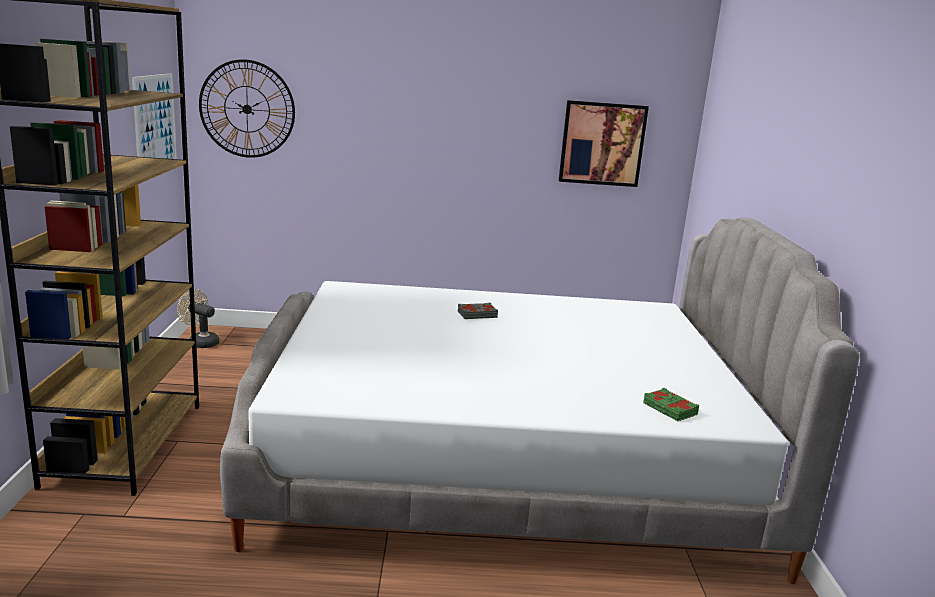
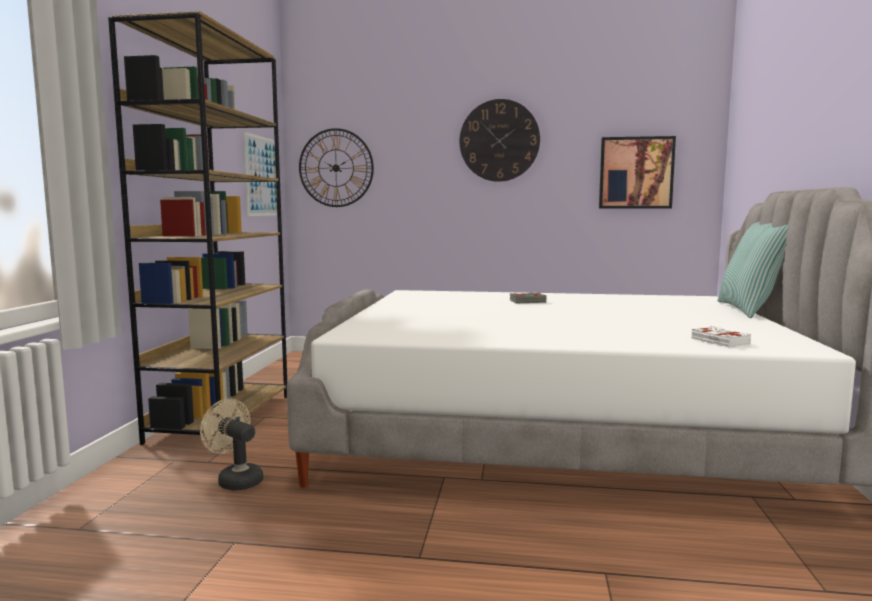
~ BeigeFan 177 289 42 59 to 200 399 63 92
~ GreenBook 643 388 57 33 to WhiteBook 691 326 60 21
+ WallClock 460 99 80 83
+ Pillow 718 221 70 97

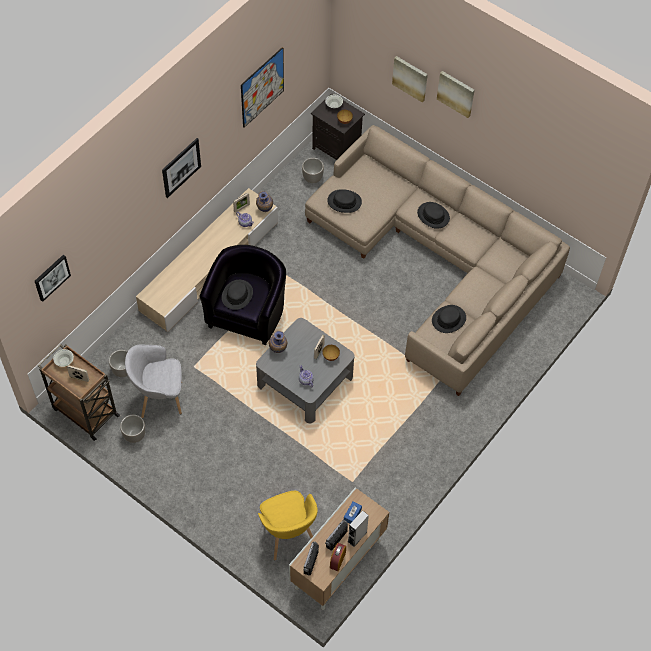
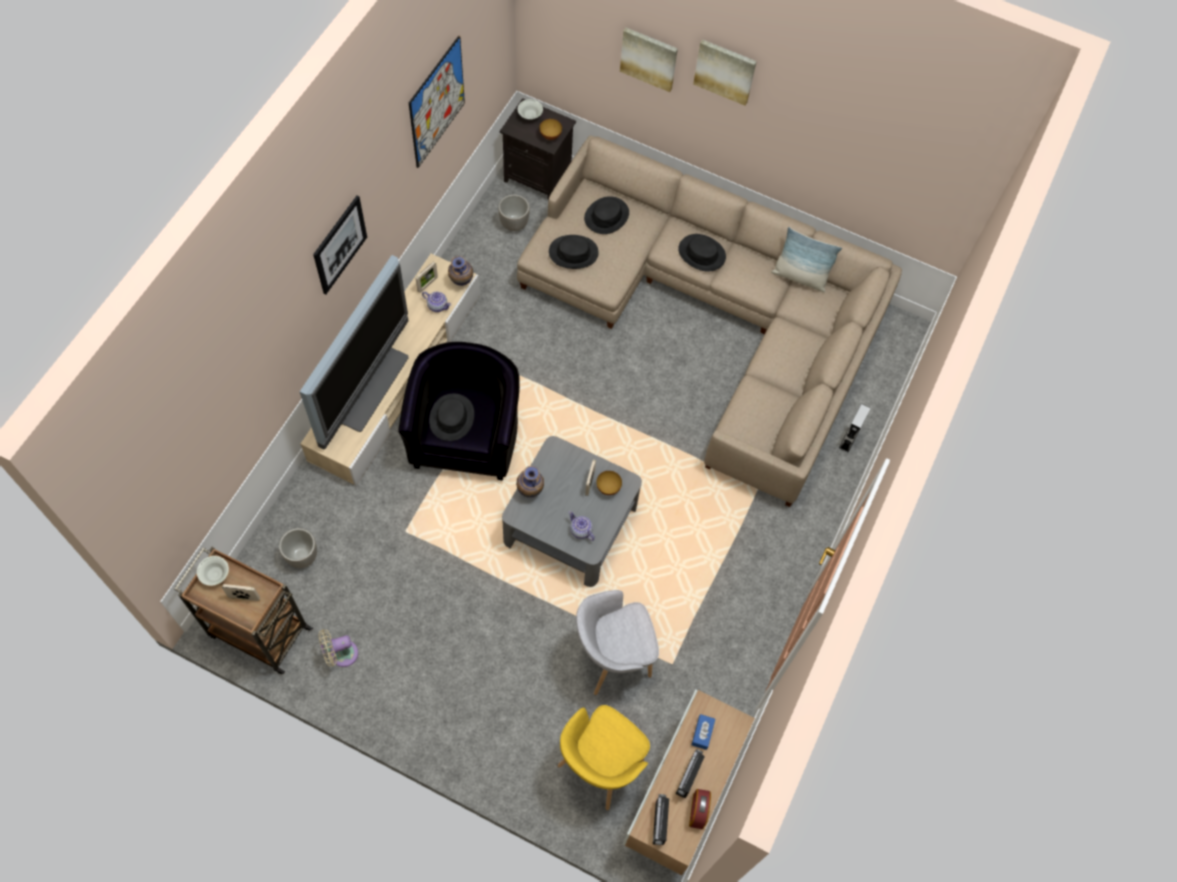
- Picture 35 255 36 47
~ Planter 120 415 25 28 to BeigeFan 318 629 40 38
~ GreyArmchair 125 345 57 73 to 576 590 83 105
~ YellowArmchair 258 491 60 69 = 558 705 92 105 75 degrees clockwise
~ GreySpeaker 348 510 21 37 to 839 404 32 48
~ BlackHat 432 305 34 28 to 584 196 45 38
+ Television 300 255 109 194
+ Pillow 771 227 71 65

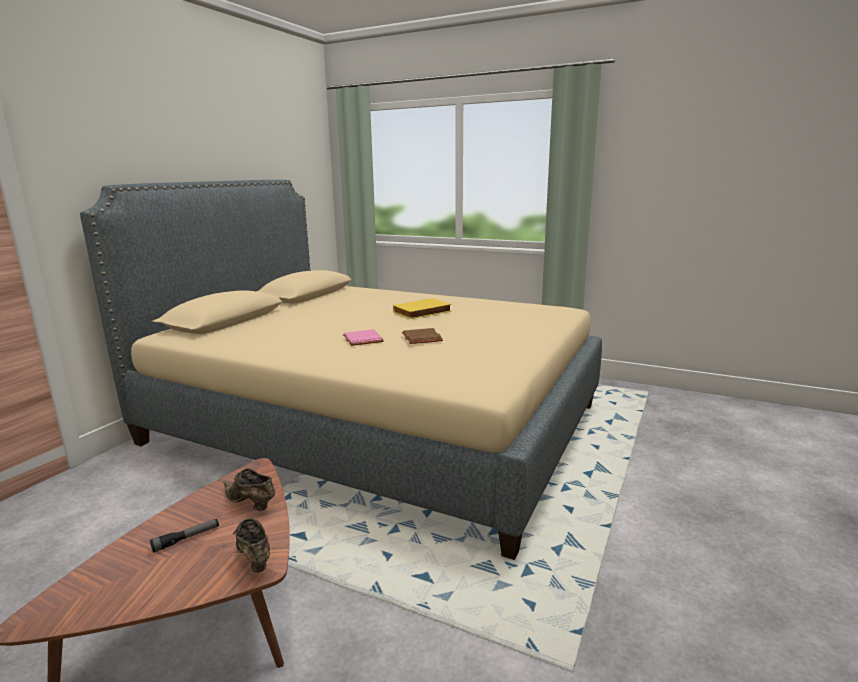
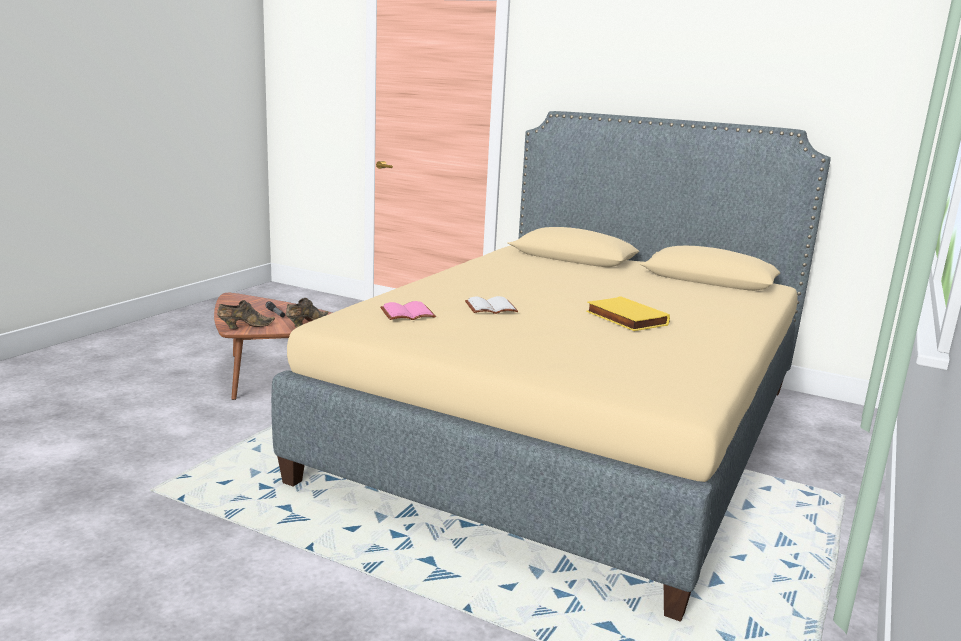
~ PinkBook 343 329 41 17 to 380 301 56 19
~ BrownBook 402 328 41 16 to WhiteBook 465 296 53 18

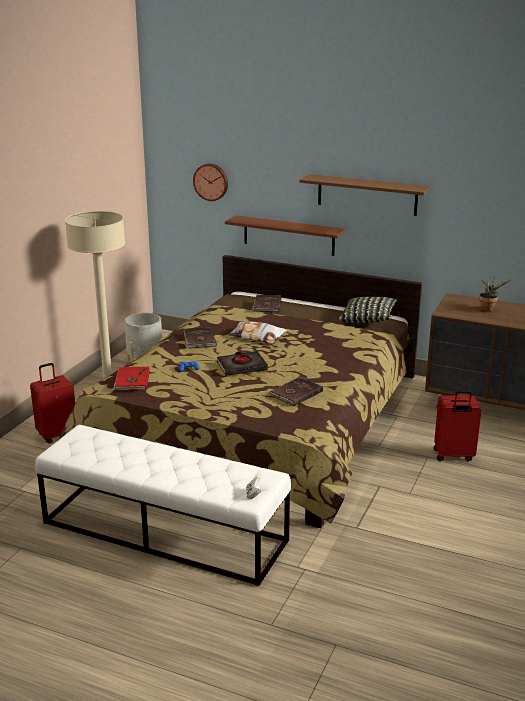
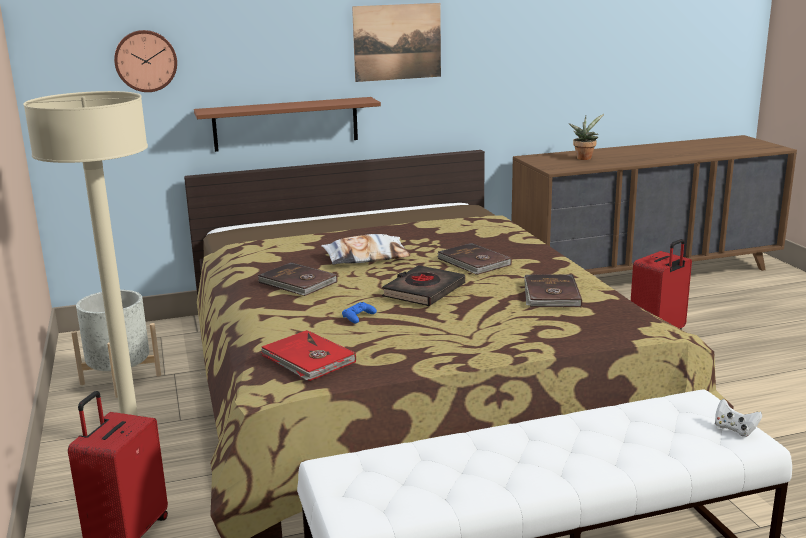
~ BrownBook 252 295 29 17 to 437 243 75 32
~ BrownShelf 300 174 130 42 to Picture 352 3 89 79
- Pillow 339 297 58 26

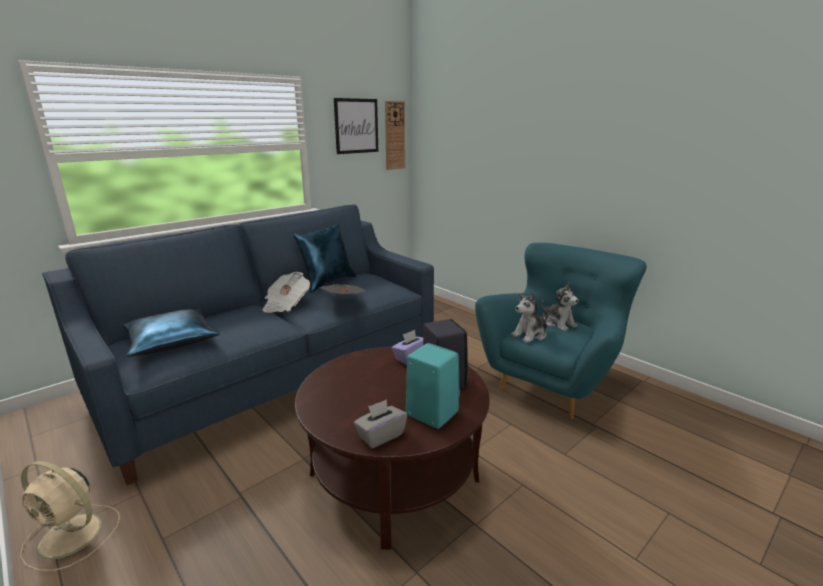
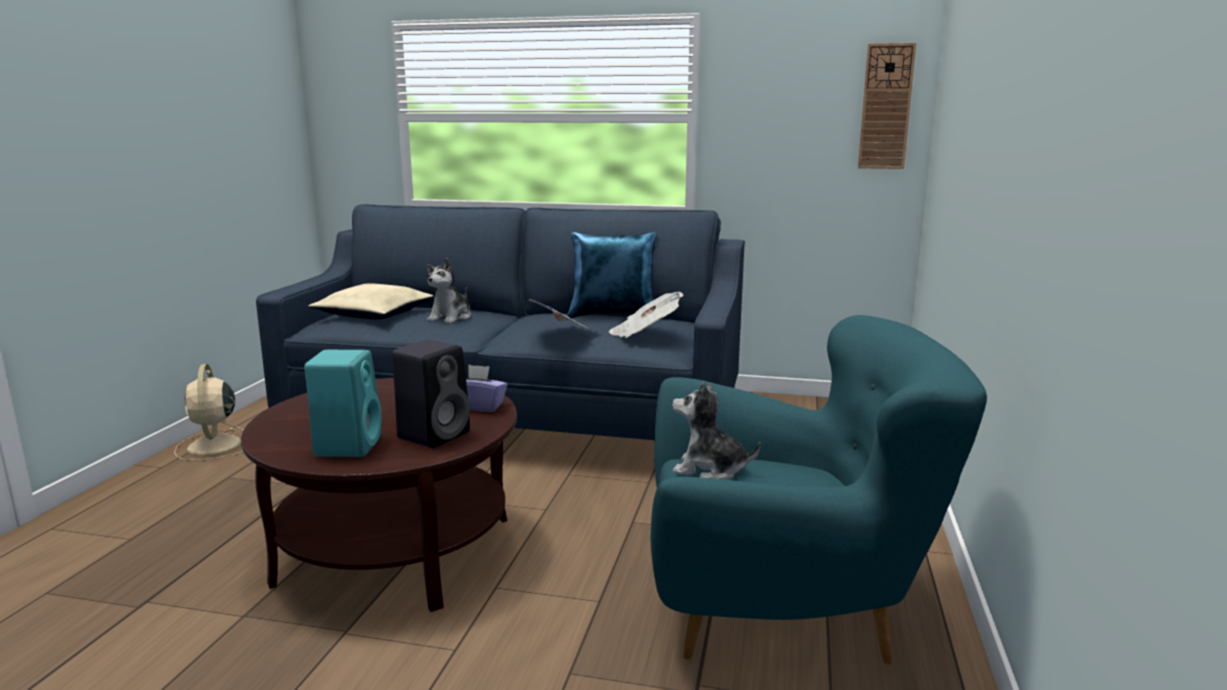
~ BluePillow 123 309 97 48 to BeigePillow 308 283 125 37
~ Newspaper 262 272 48 41 to 609 292 75 46
- Picture 334 98 44 56
- GreyTissueBox 354 400 53 48
~ PlushToy 542 283 37 48 to 427 258 44 66

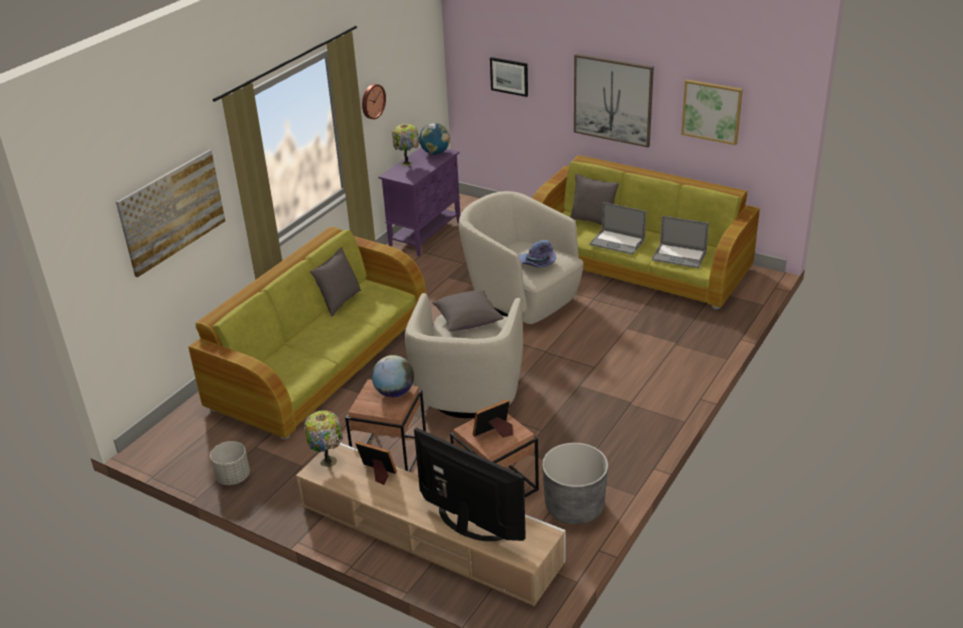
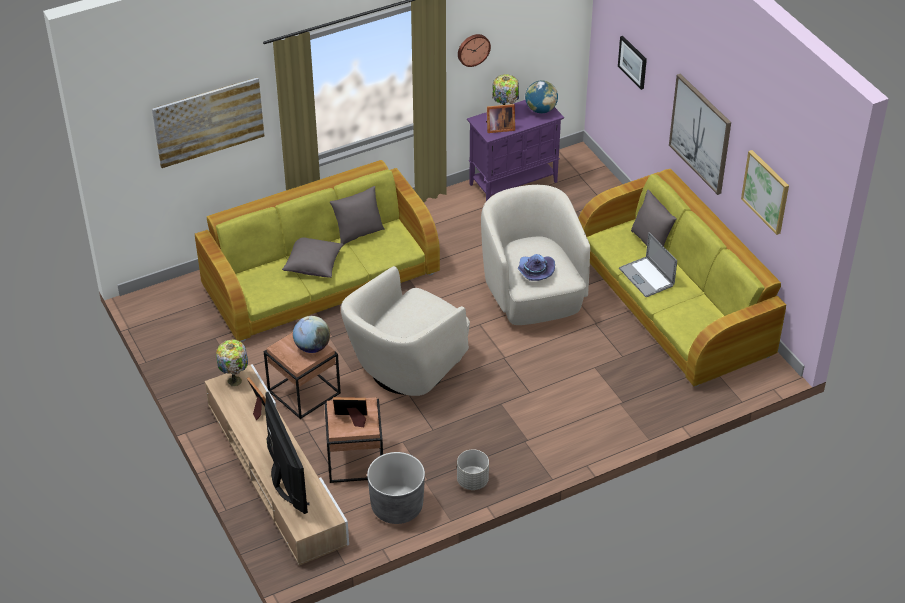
~ GreyPlanter 210 441 40 44 to 457 449 32 41
~ GreyPillow 432 290 72 41 to 282 237 62 41
- Laptop 652 216 57 52
+ PictureFrame 486 104 29 29

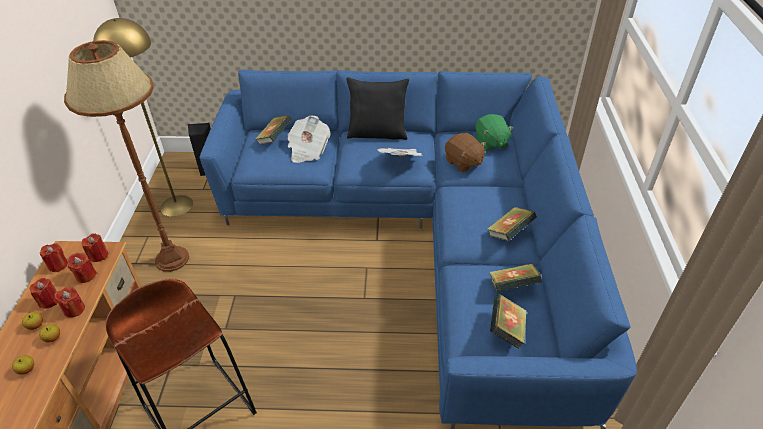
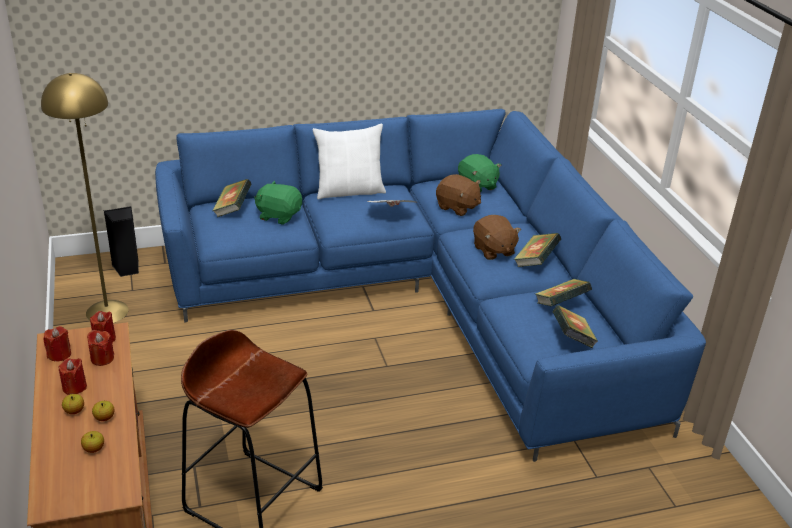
- RedCandle 54 287 31 31
- BrownFloorLamp 64 40 125 232
~ Newspaper 287 115 43 48 to GreenPlushToy 254 180 48 45
~ BlackPillow 346 77 63 63 to WhitePillow 313 124 73 76
+ BrownPlushToy 473 215 48 45

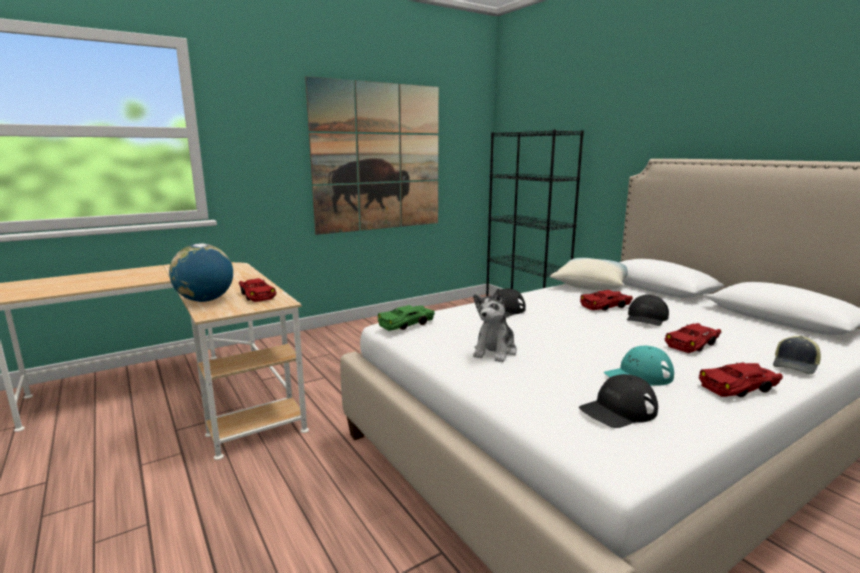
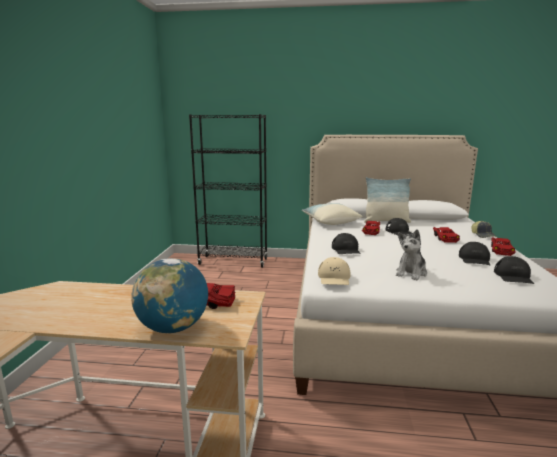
- Picture 305 76 134 159
~ GreenToyCar 378 305 57 26 to BeigeCap 318 257 33 28
~ PlushToy 473 288 44 74 = 396 229 31 51 60 degrees clockwise
~ TurquoiseCap 604 346 70 40 to BlackCap 459 242 31 23
+ Pillow 364 177 47 46

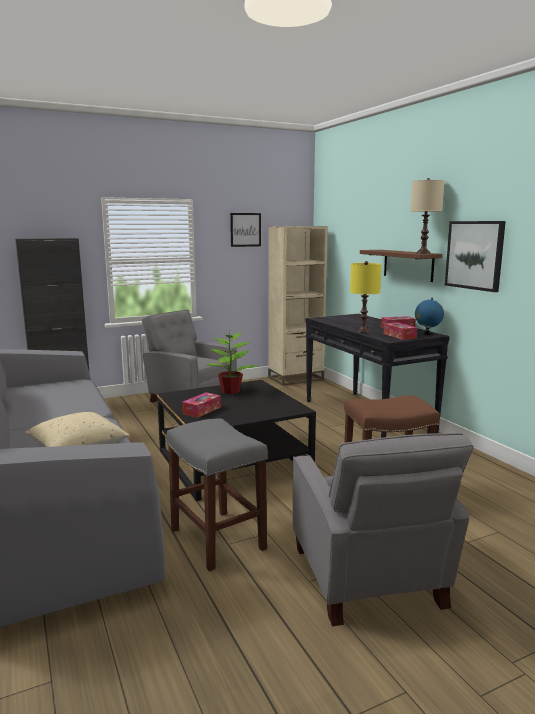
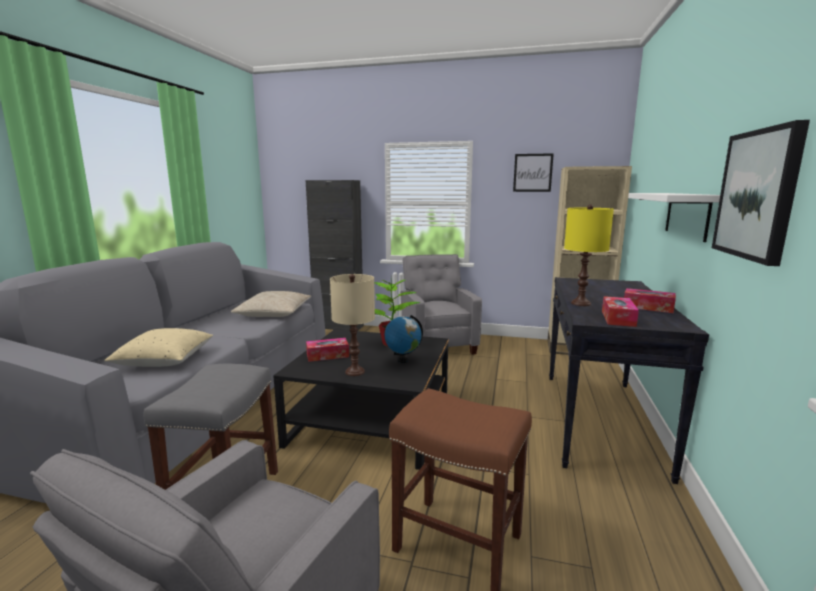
~ BrownShelf 360 250 83 32 to WhiteShelf 628 193 92 49
~ BeigeTableLamp 410 178 34 76 to 330 274 45 102
~ Globe 415 298 29 37 to 384 315 39 48
+ BeigePillow 231 291 80 26

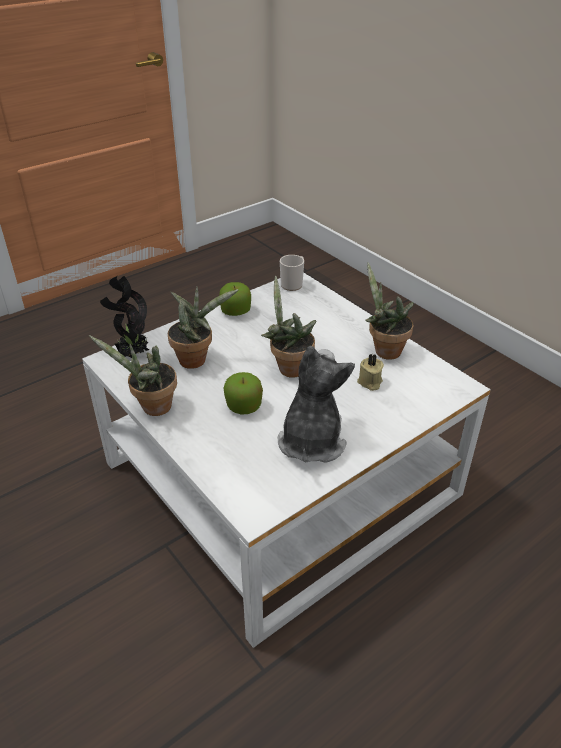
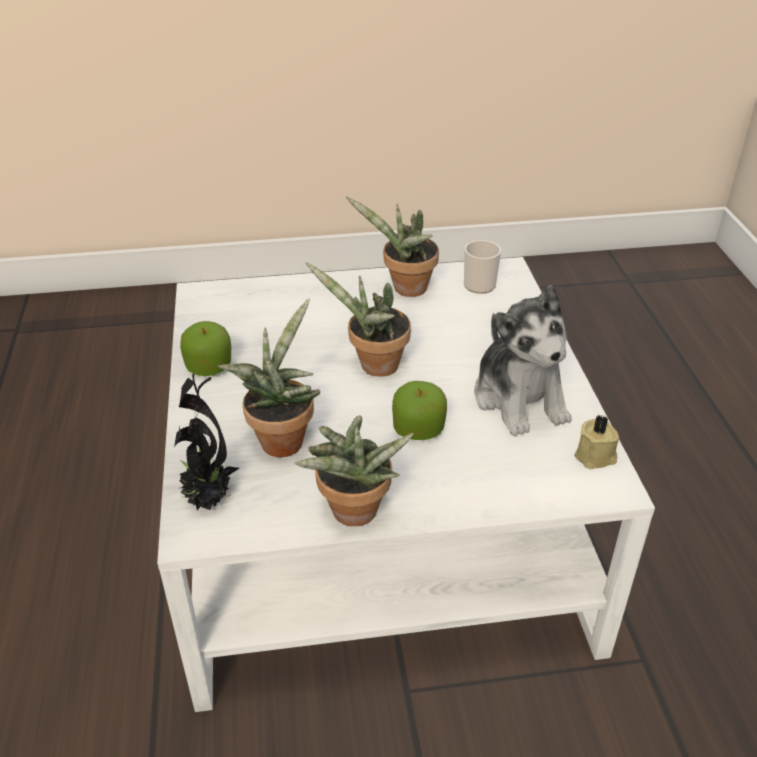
~ PlushToy 278 345 77 118 = 474 285 98 151 150 degrees counterclockwise
~ Mug 280 255 24 36 to 464 240 37 54
~ BeigeCandle 357 354 27 37 to 574 415 45 54

